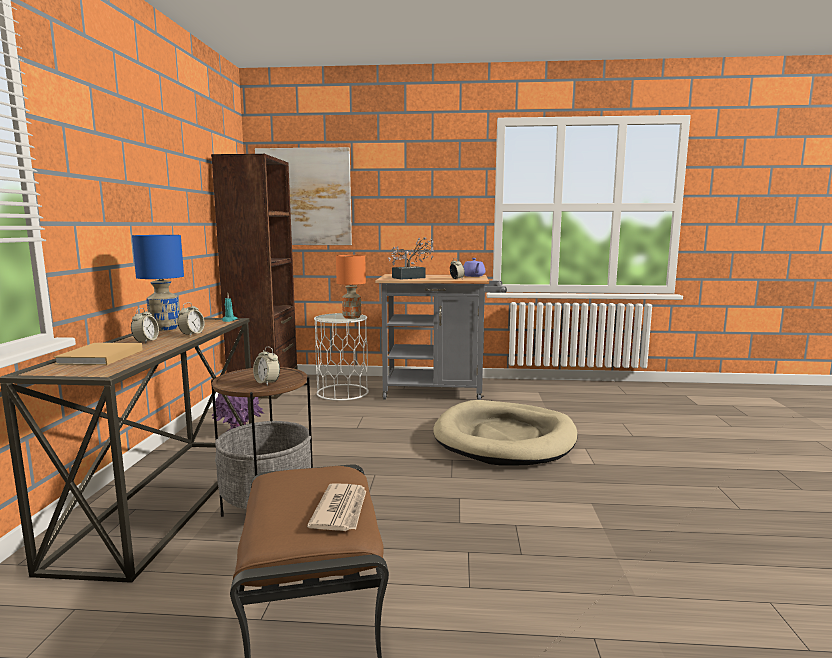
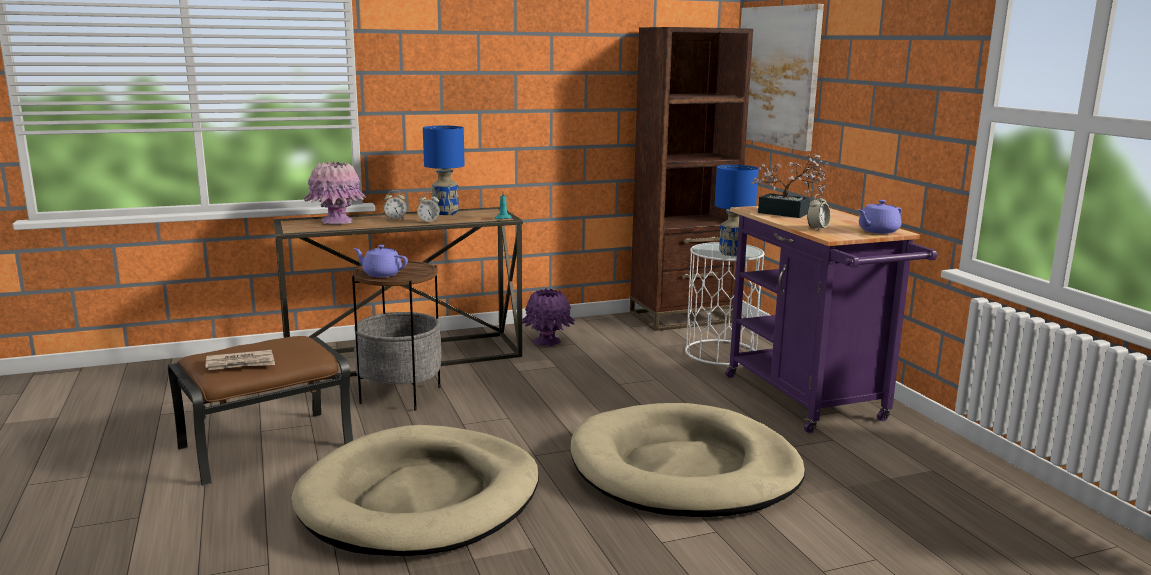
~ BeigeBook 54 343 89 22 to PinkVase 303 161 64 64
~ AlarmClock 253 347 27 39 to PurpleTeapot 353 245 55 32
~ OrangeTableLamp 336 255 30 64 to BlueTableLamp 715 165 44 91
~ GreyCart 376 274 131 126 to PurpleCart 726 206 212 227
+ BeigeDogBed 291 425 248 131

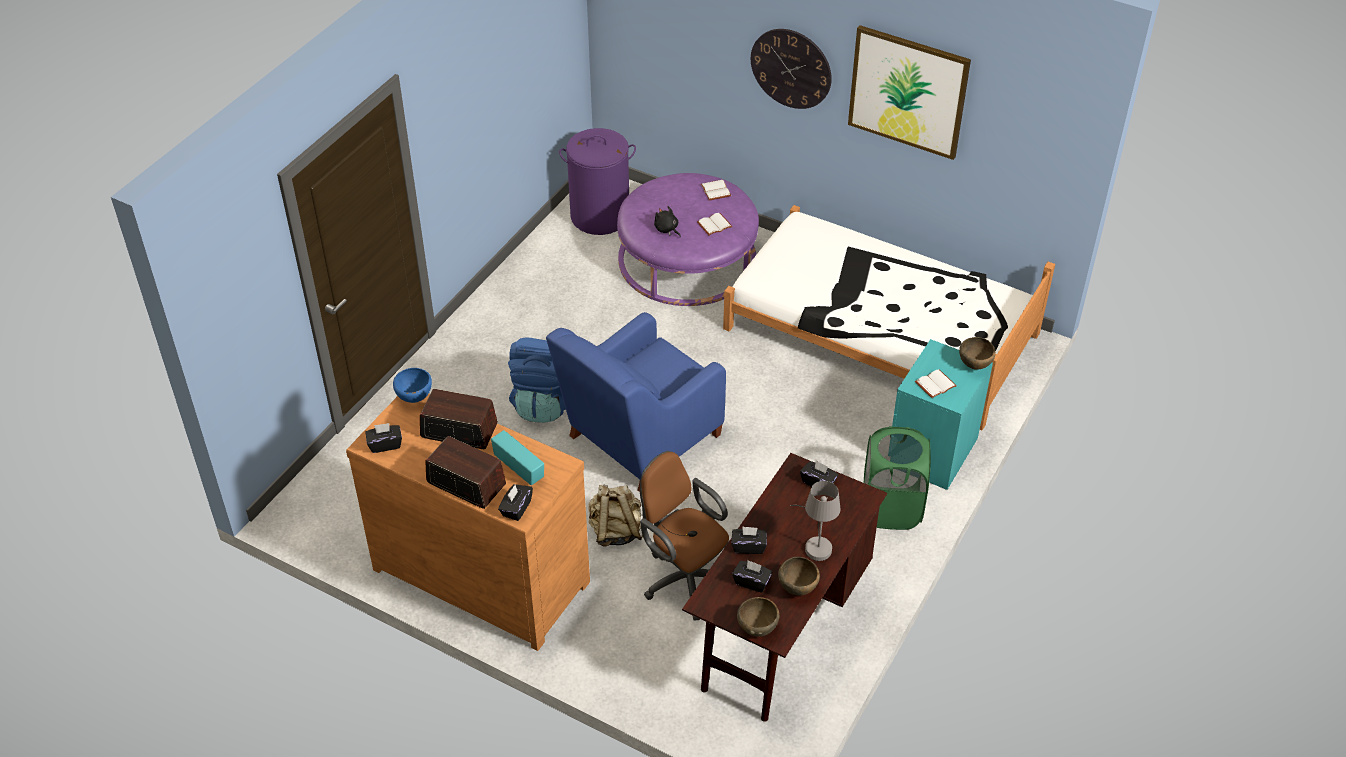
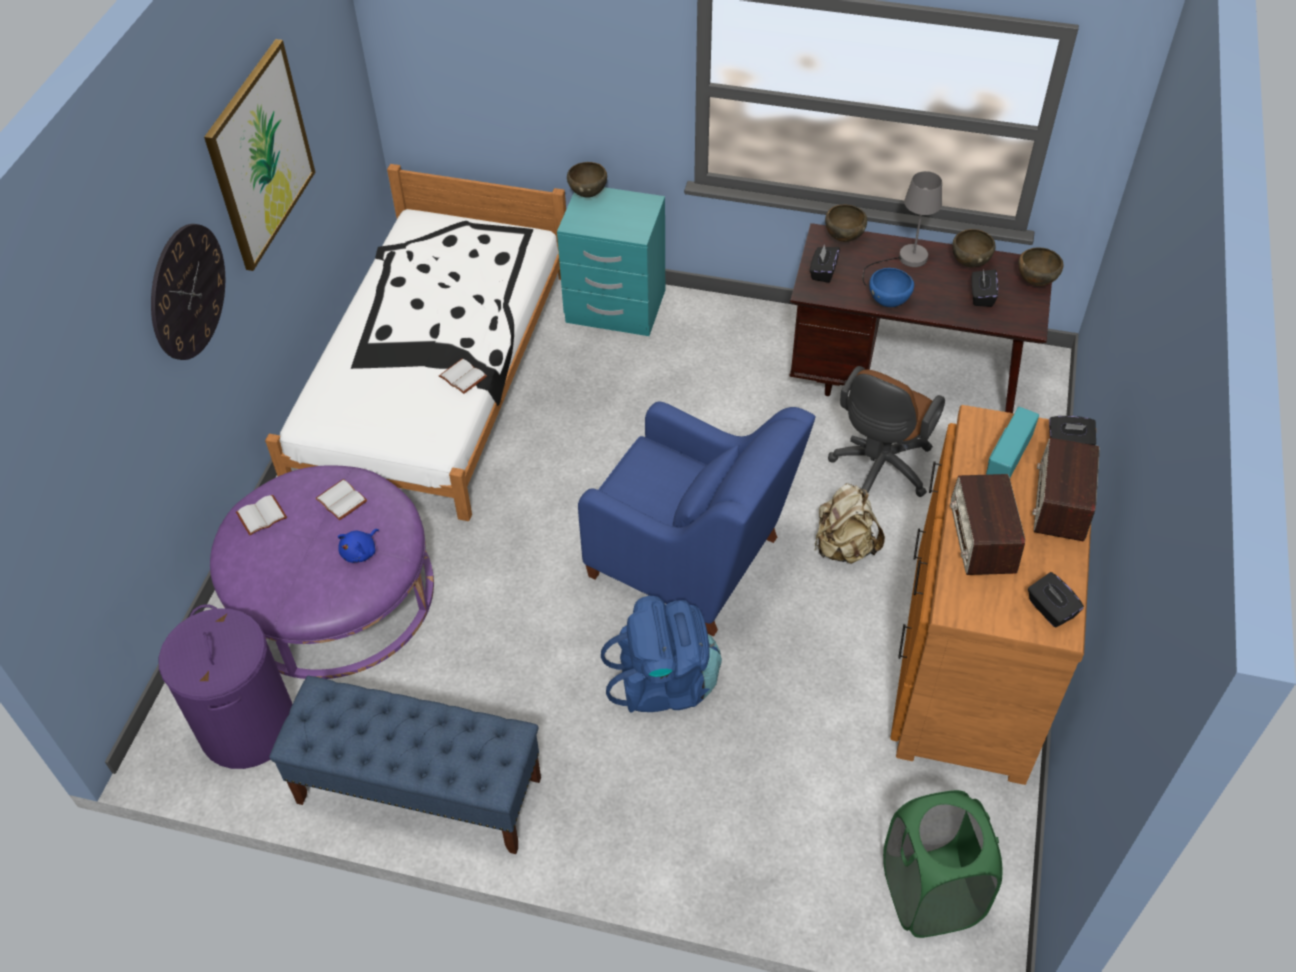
~ BlueBowl 393 368 39 35 to 869 268 45 39
~ BlackPlushToy 654 206 27 31 to BluePlushToy 338 529 41 34
- BlackTissueBox 731 526 36 28
~ GreenLaundryBasket 864 426 67 104 to 883 790 119 148
~ WhiteBook 915 369 41 29 to 439 359 48 35
+ BlueBench 269 676 272 178
+ BrownBowl 825 205 42 37

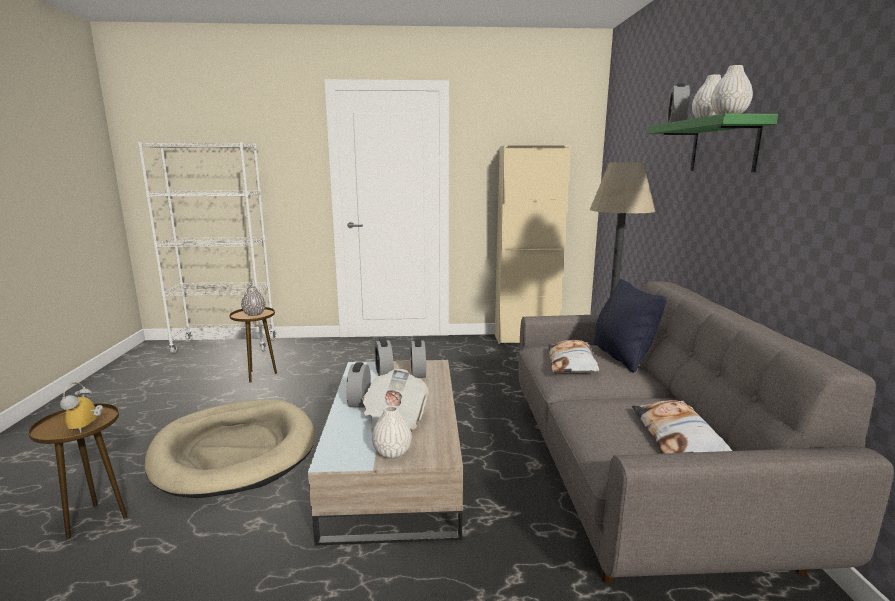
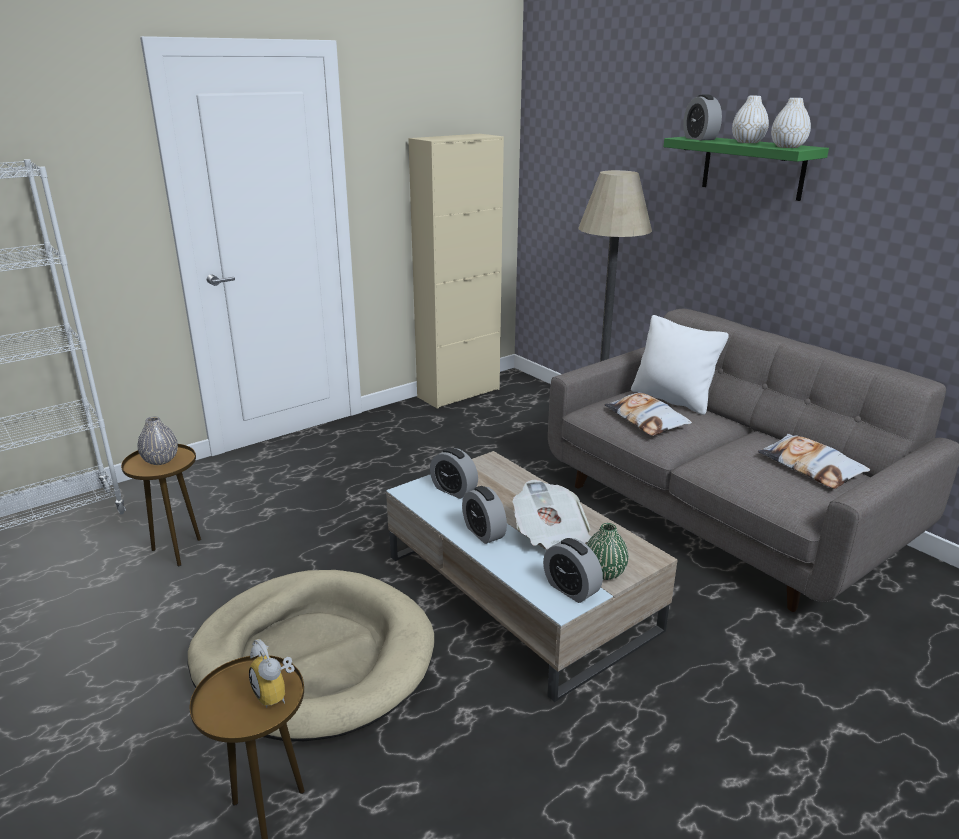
~ WhiteVase 372 406 40 53 to GreenVase 587 523 41 57
~ AlarmClock 410 339 16 39 to 543 538 60 65
~ BlackPillow 593 279 74 93 to WhitePillow 631 315 98 100

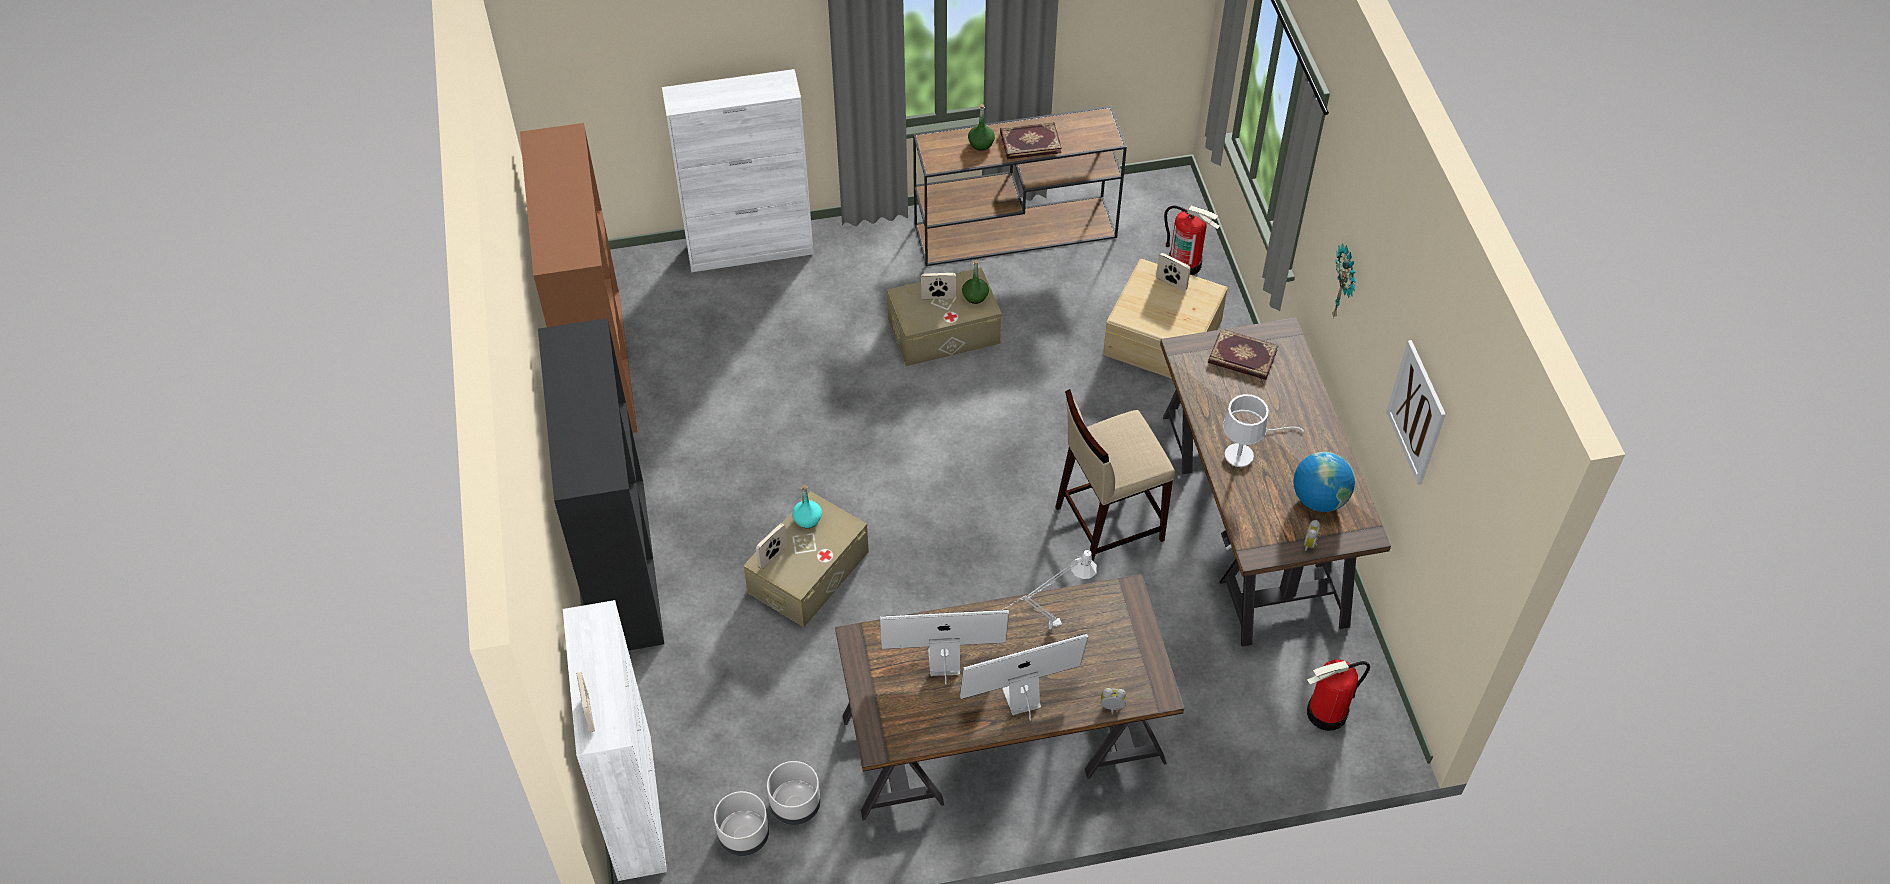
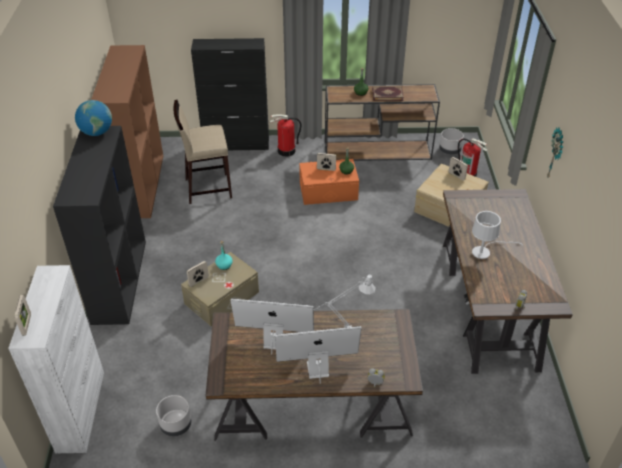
~ WhiteCabinet 662 69 152 203 to BlackCabinet 191 38 78 112
~ GreyPlanter 714 791 55 65 to 439 128 25 27
~ BeigeStorageBox 887 268 115 98 to OrangeStorageBox 299 159 60 46
~ BeigeStool 1055 389 120 173 to 173 100 59 104
- Book 1208 328 71 52
~ Globe 1293 452 62 60 to 75 100 37 36
~ FireExtinguisher 1307 659 63 72 to 269 114 33 43
- Picture 1386 340 60 145

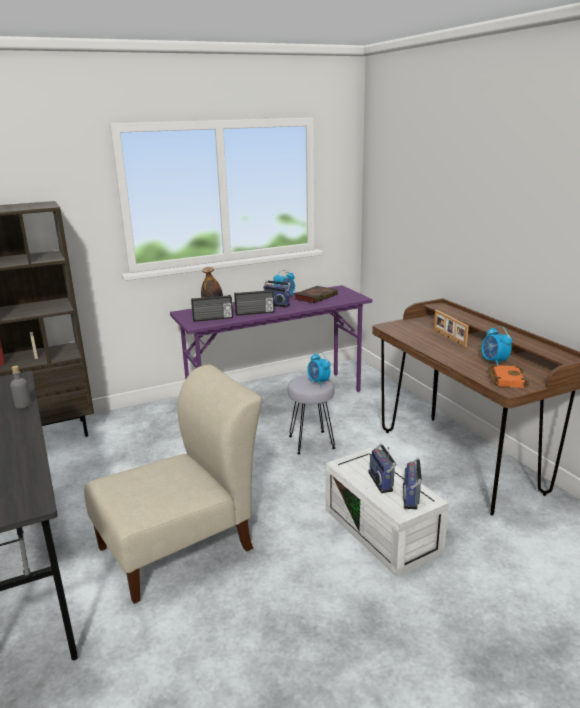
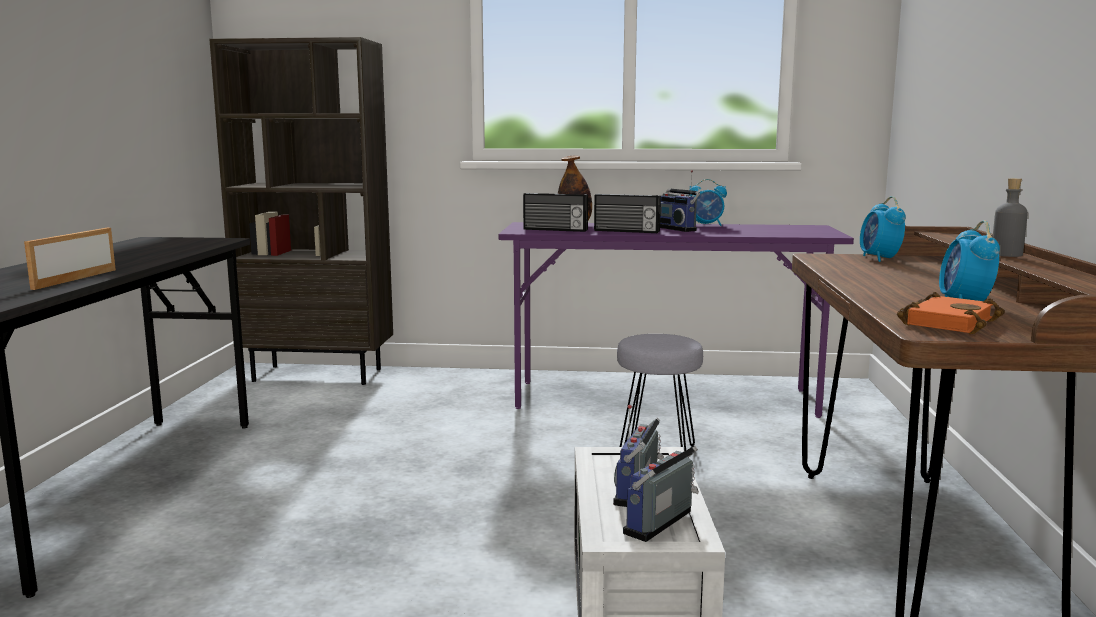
~ GreyBottle 10 366 21 42 to 993 178 35 79
- BeigeChair 84 365 178 239
- Book 294 286 44 17
~ AlarmClock 307 352 24 34 to 860 196 46 66
~ PictureFrame 434 310 35 37 to 24 228 92 62

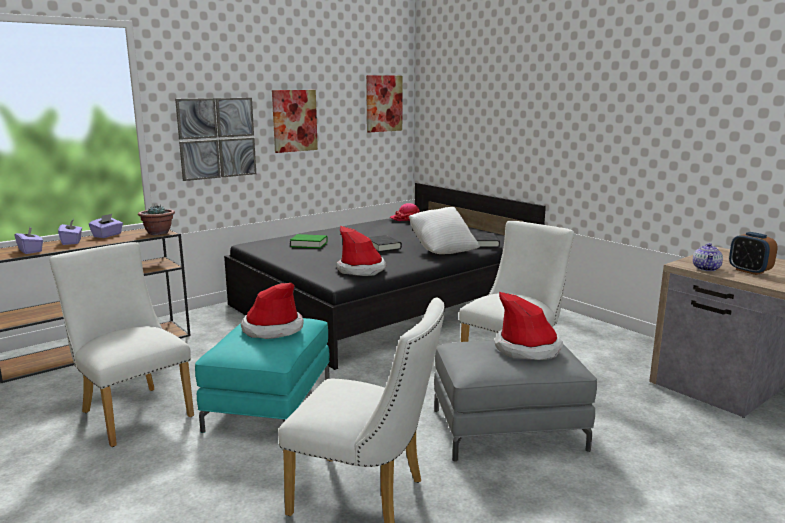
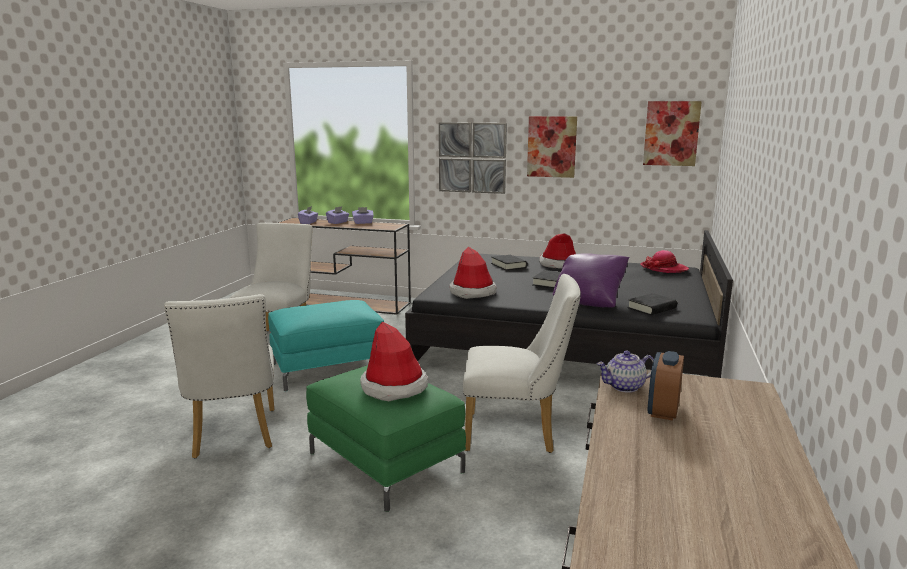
- PottedPlant 138 205 37 30
~ Hat 241 283 63 56 to 539 233 37 35
~ GreenBook 290 234 38 14 to BlackBook 491 255 36 15
~ WhitePillow 409 207 71 47 to PurplePillow 553 253 76 55
~ GreyOttoman 434 340 163 122 to GreenOttoman 306 365 160 147

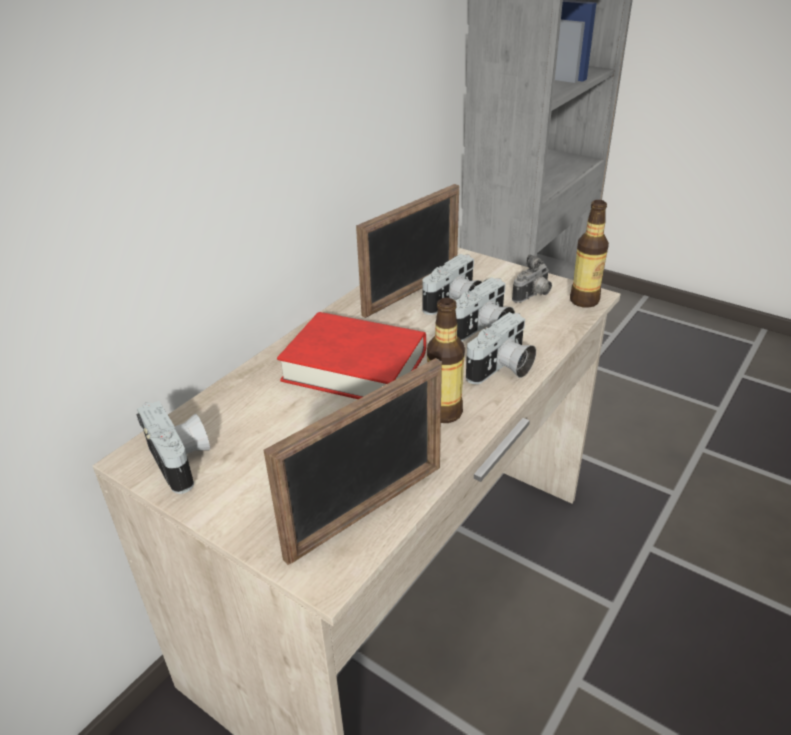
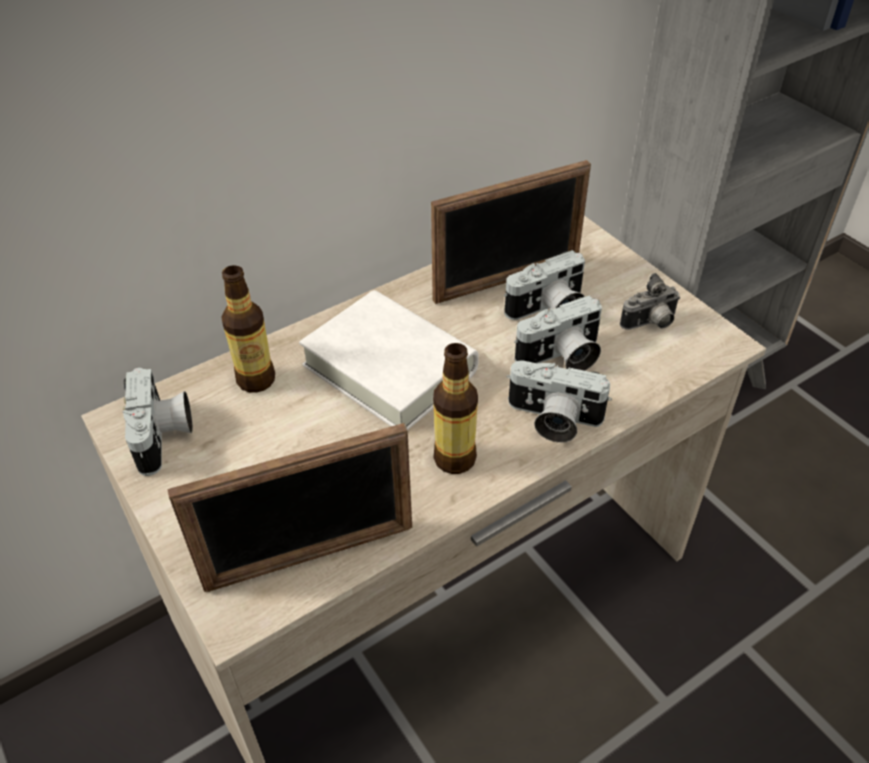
~ RedBook 277 312 149 87 to WhiteBook 299 290 180 140
~ PhotoCamera 466 312 70 72 = 506 360 106 83 45 degrees clockwise
~ Bottle 570 200 39 108 to 221 265 54 128

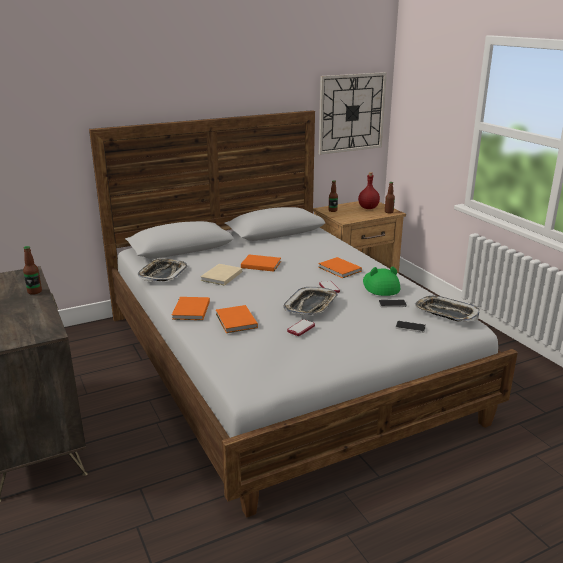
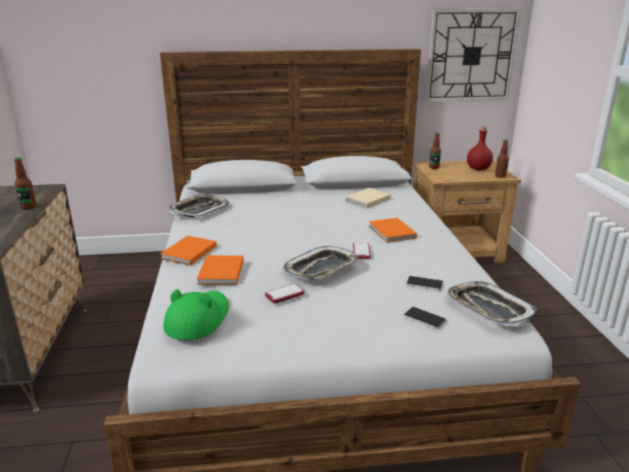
~ BeigeBook 200 264 42 22 to 346 188 45 20
- OrangeBook 241 255 40 17
~ GreenHat 363 266 37 30 to 163 289 66 51

